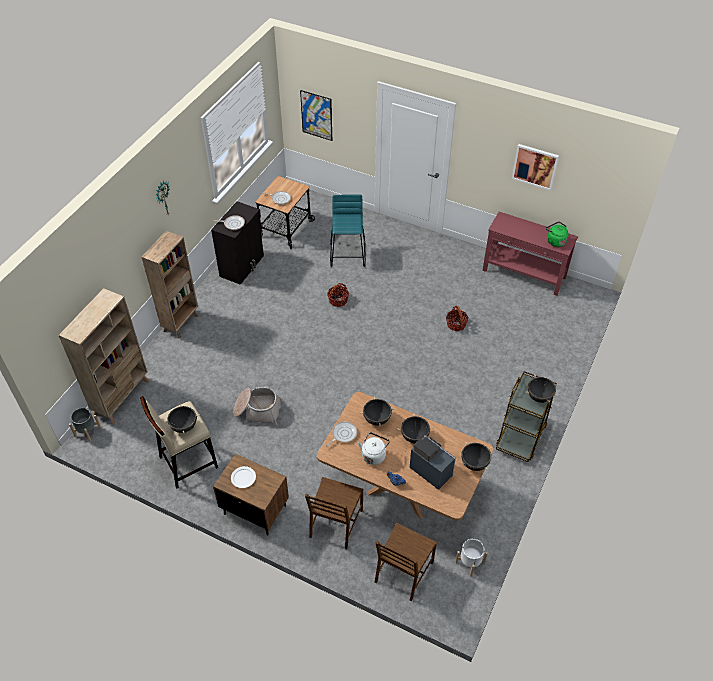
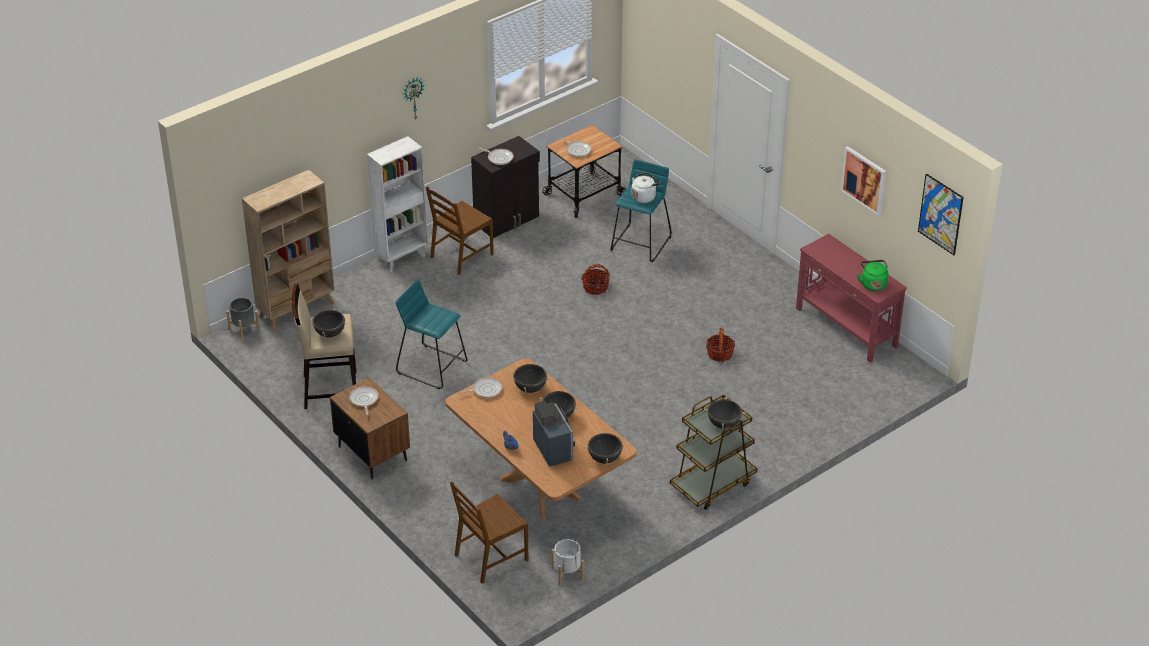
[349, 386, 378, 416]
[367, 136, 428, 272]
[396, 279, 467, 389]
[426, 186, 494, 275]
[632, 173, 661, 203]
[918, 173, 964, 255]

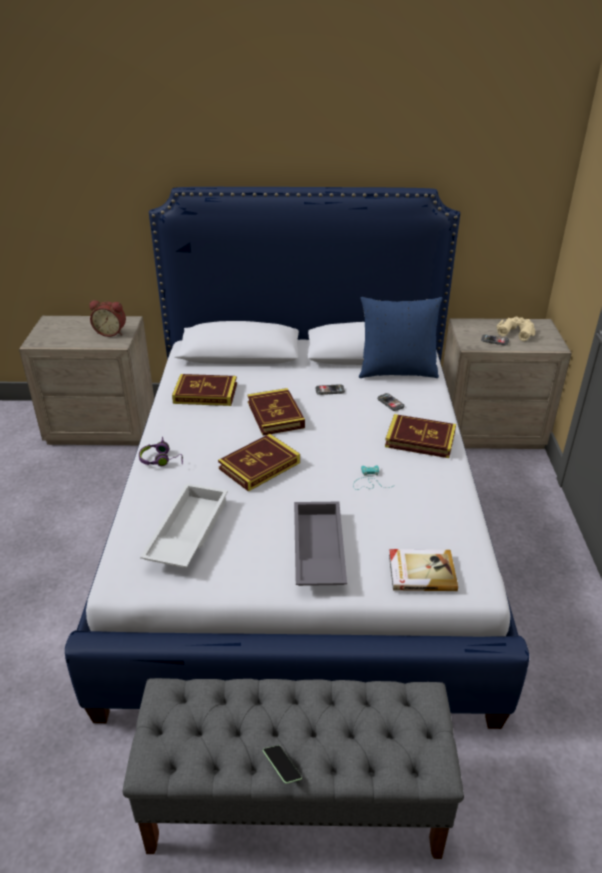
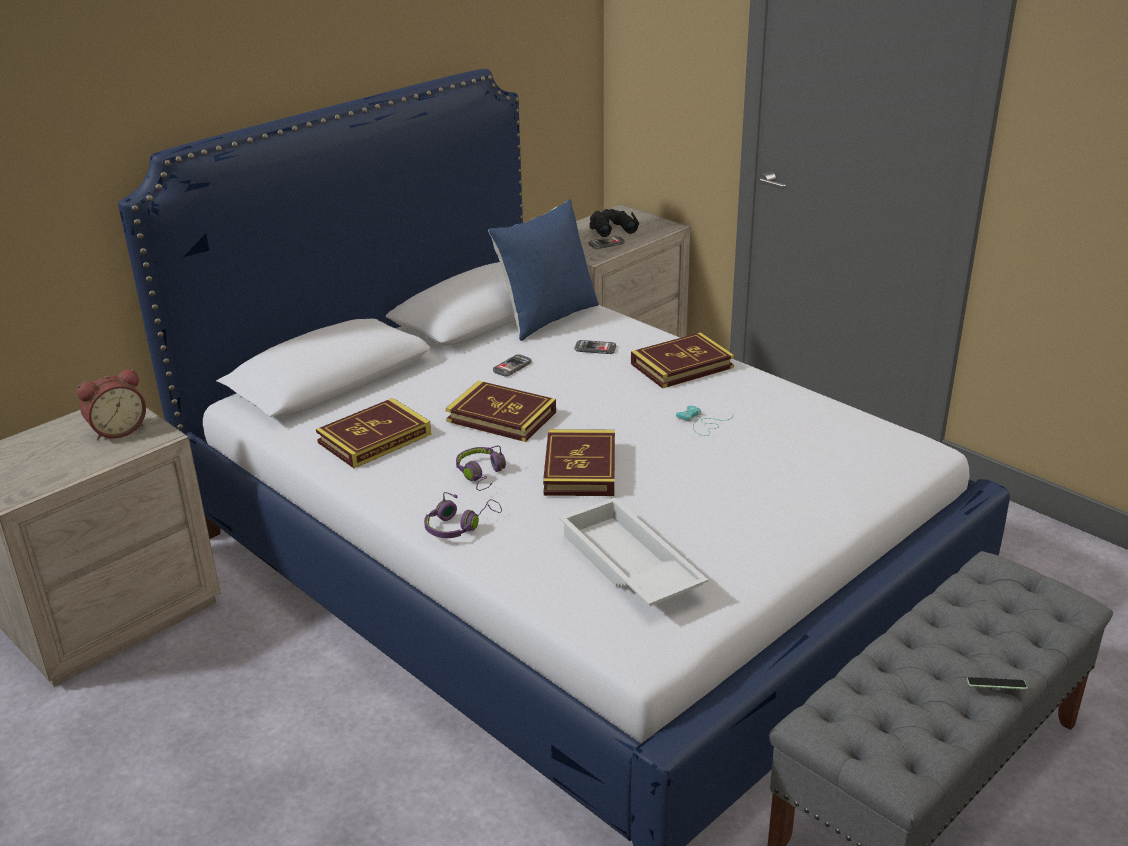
[456, 446, 506, 491]
[589, 209, 639, 237]
[294, 502, 347, 586] (first image)
[389, 549, 458, 591] (first image)

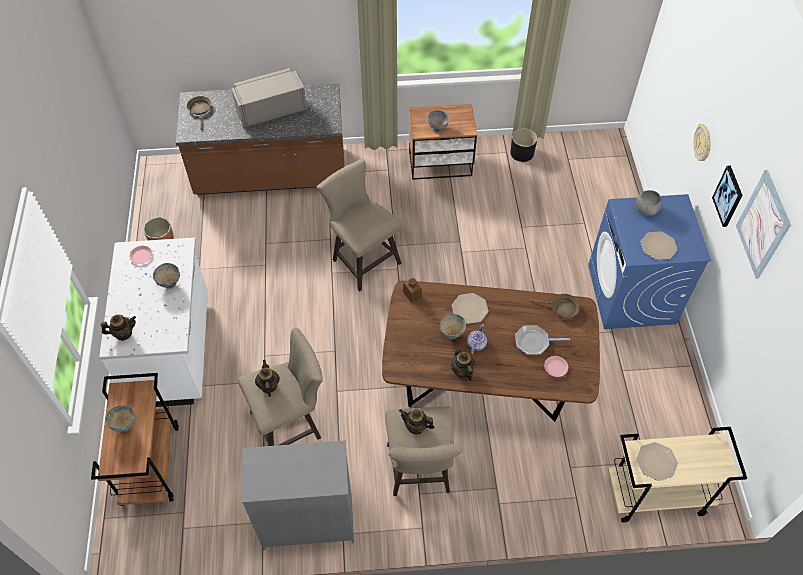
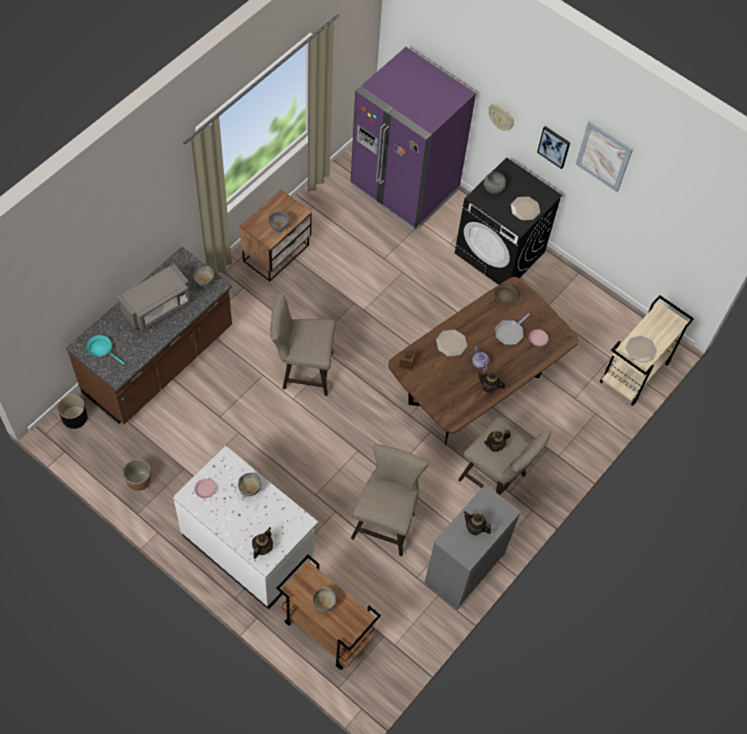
[57, 395, 88, 429]
[87, 335, 125, 365]
[118, 264, 191, 332]
[193, 265, 214, 287]
[351, 47, 476, 231]
[455, 157, 562, 285]
[463, 511, 491, 535]

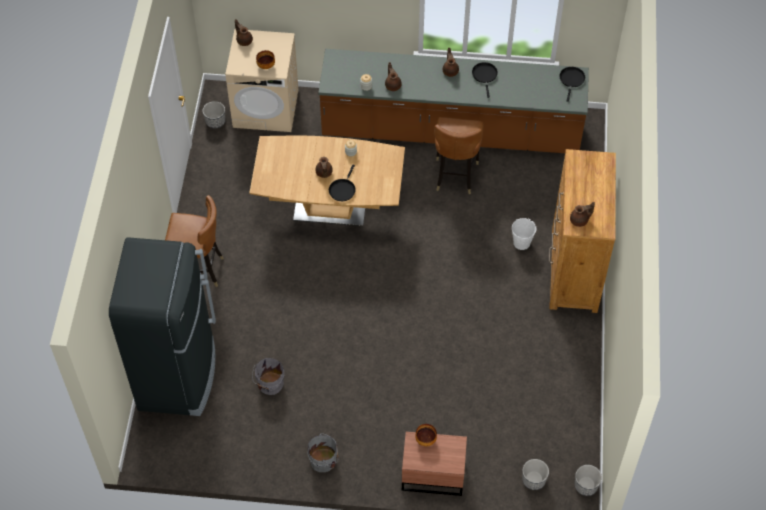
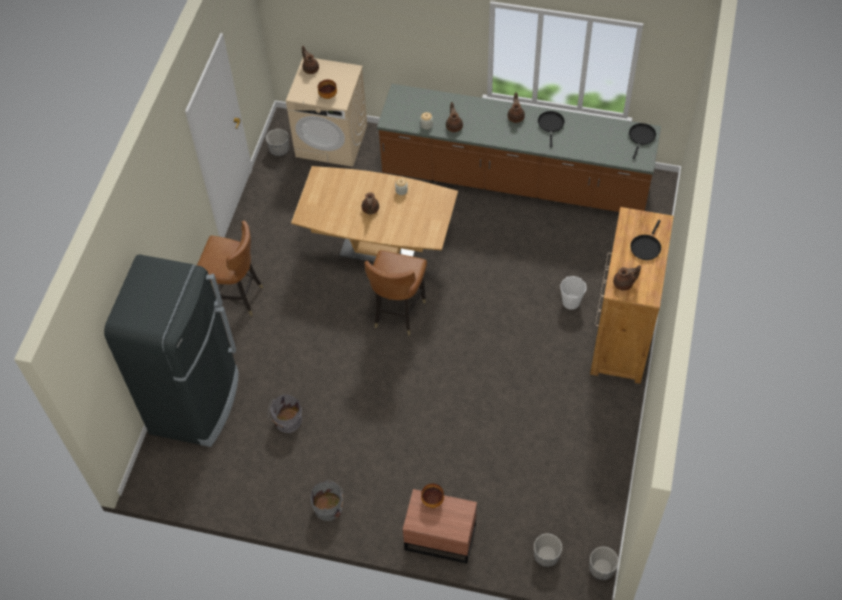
[364, 250, 427, 335]
[630, 220, 661, 260]

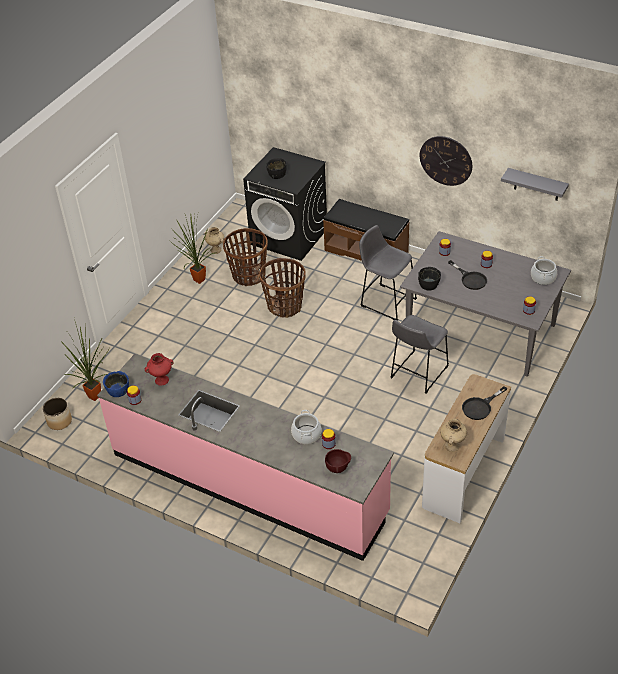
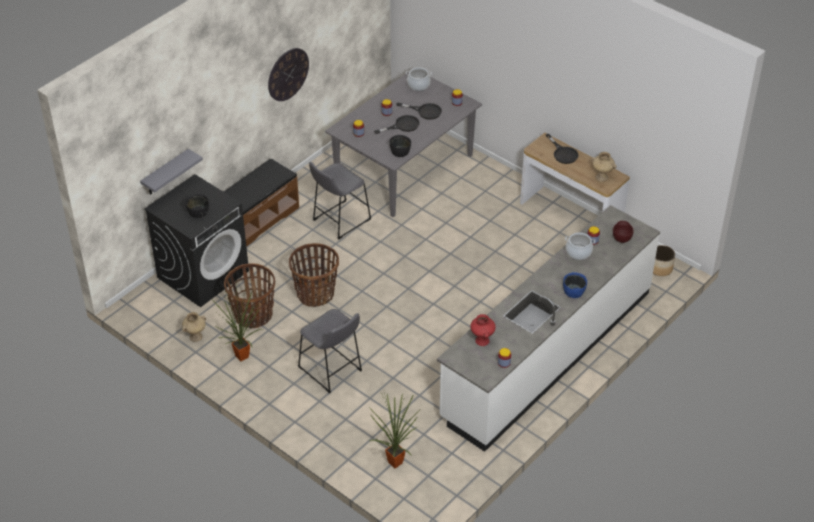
[140, 149, 203, 195]
[298, 309, 362, 393]
[396, 102, 442, 120]
[437, 205, 660, 452]
[563, 272, 587, 298]
[653, 245, 675, 276]

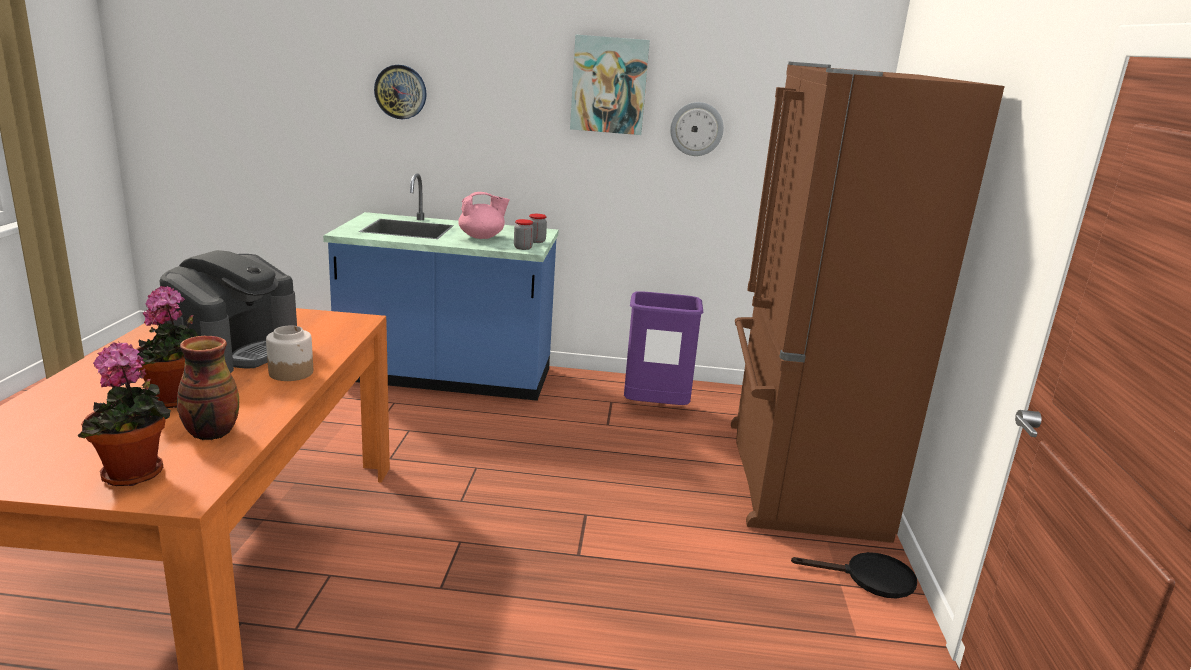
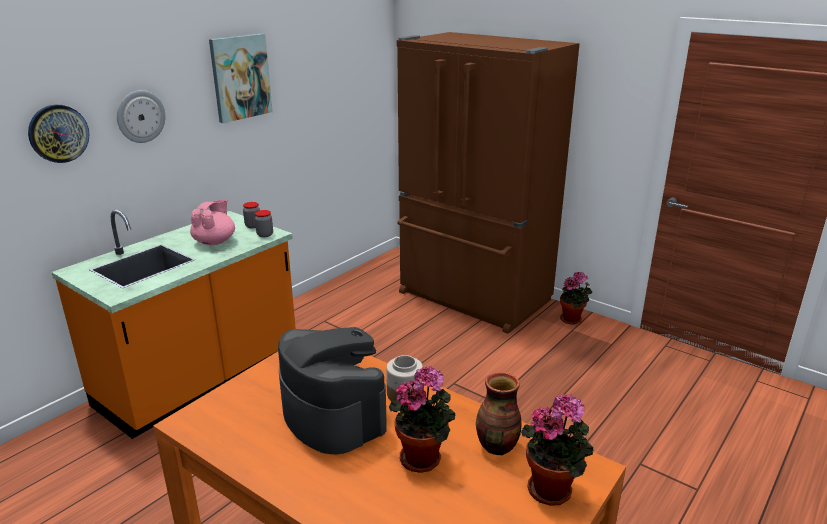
[52, 210, 296, 439]
[117, 90, 166, 143]
[560, 272, 592, 324]
[624, 291, 704, 405] (first image)

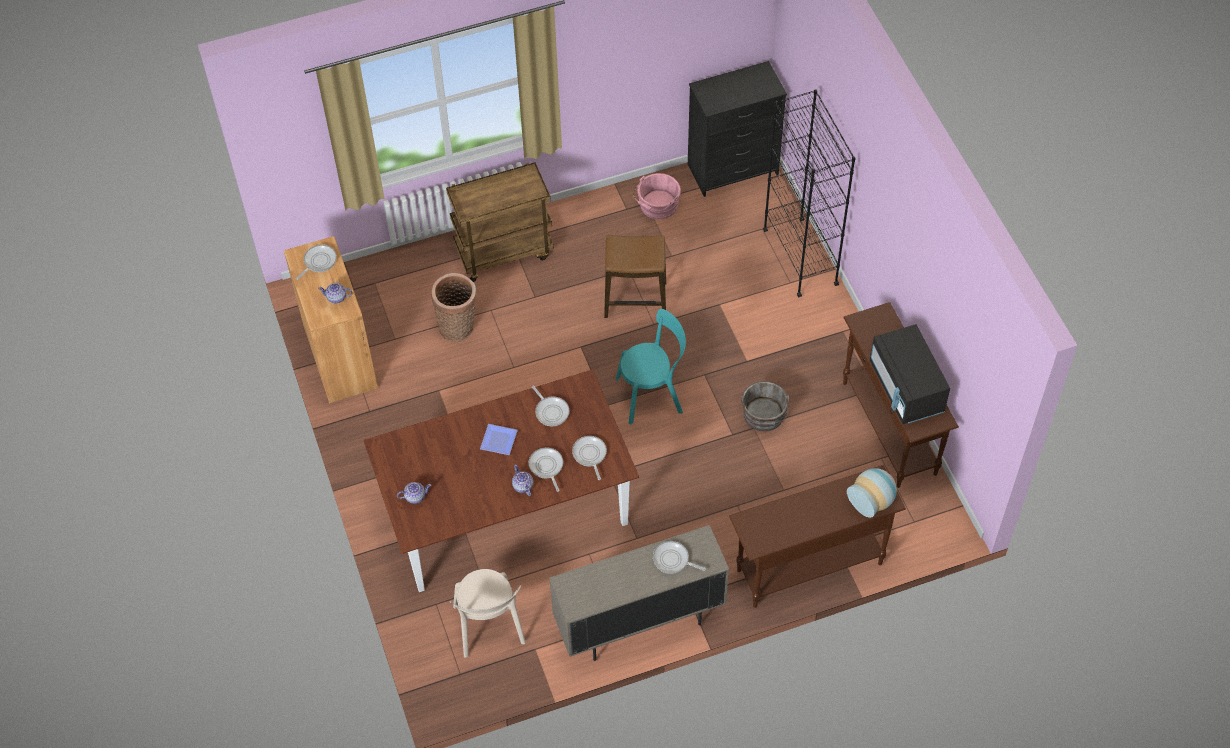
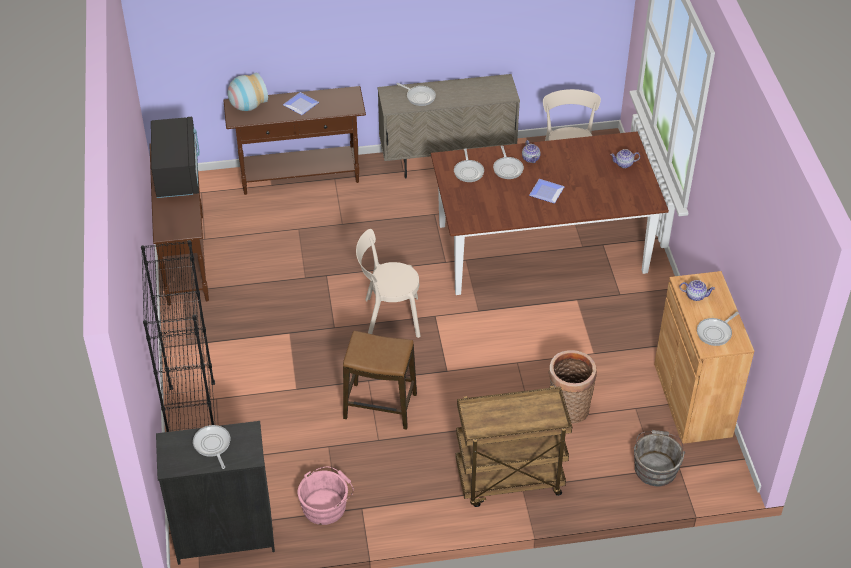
[193, 425, 230, 469]
[283, 92, 319, 115]
[356, 229, 420, 338]
[634, 430, 685, 486]

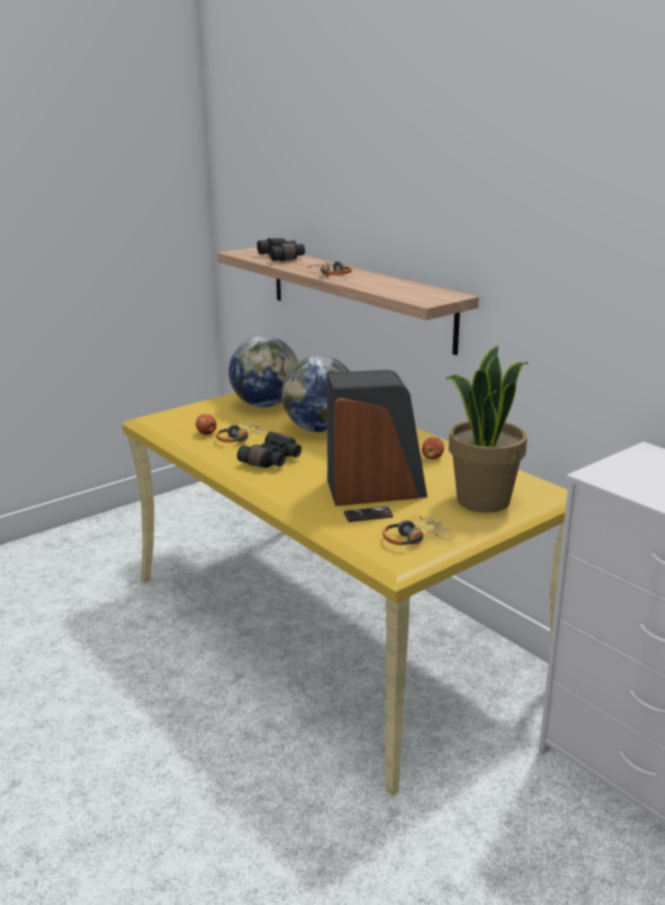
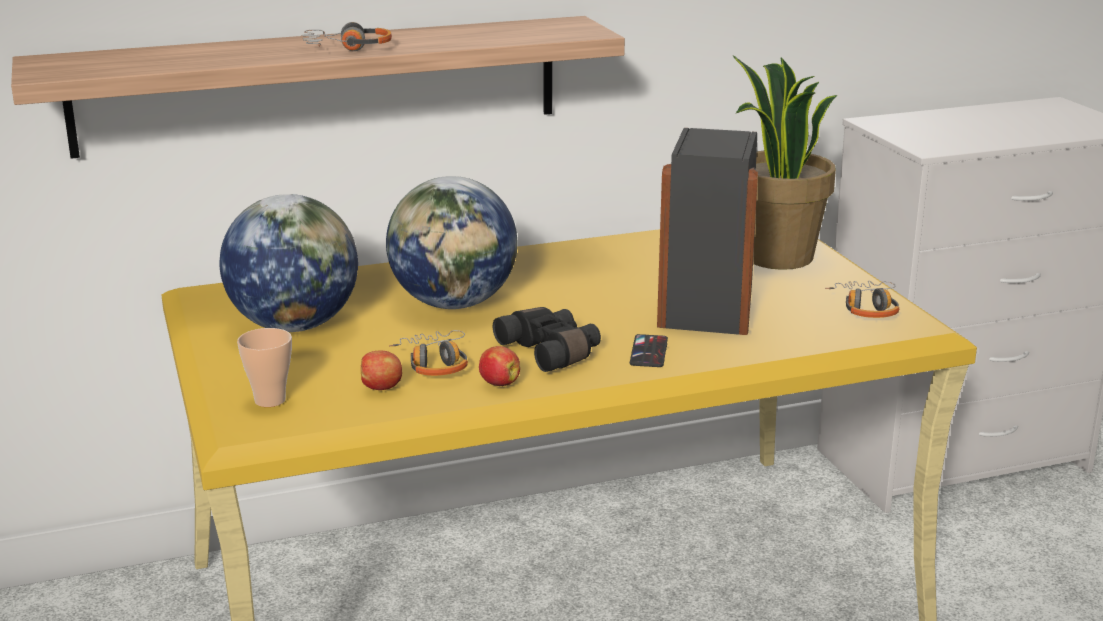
[237, 328, 292, 407]
[479, 346, 520, 386]
[630, 334, 668, 367]
[257, 238, 305, 262] (first image)

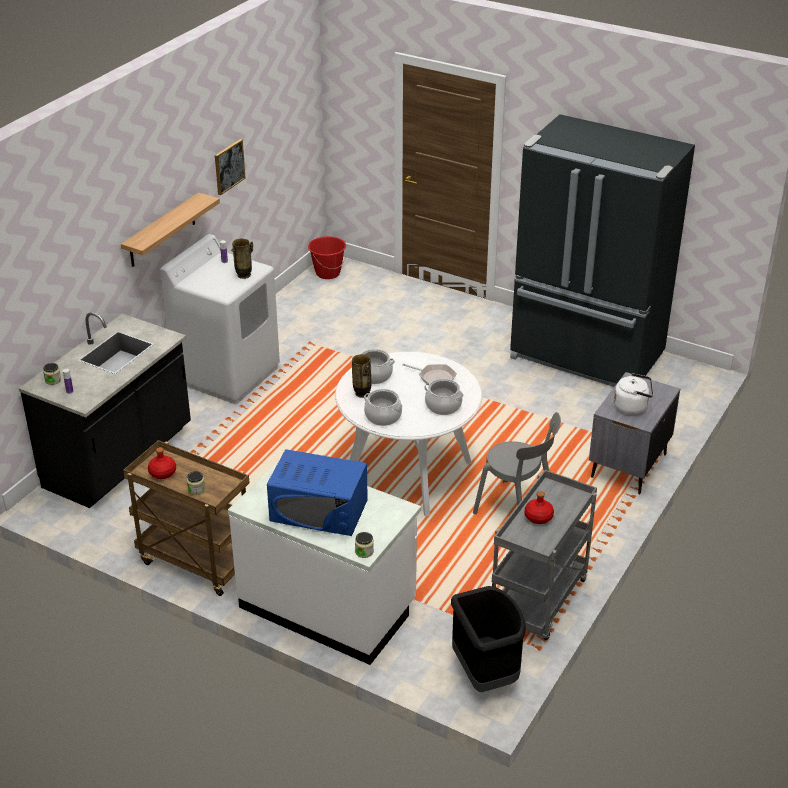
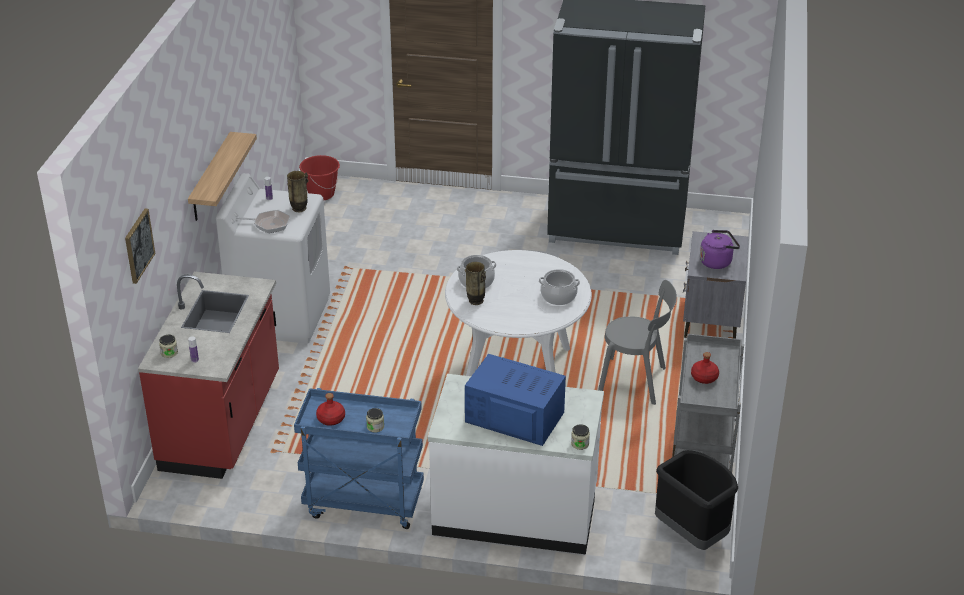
[125, 209, 155, 284]
[138, 272, 279, 479]
[235, 210, 290, 233]
[294, 388, 424, 529]
[465, 354, 566, 446]
[700, 230, 740, 269]
[364, 389, 403, 426] (first image)

